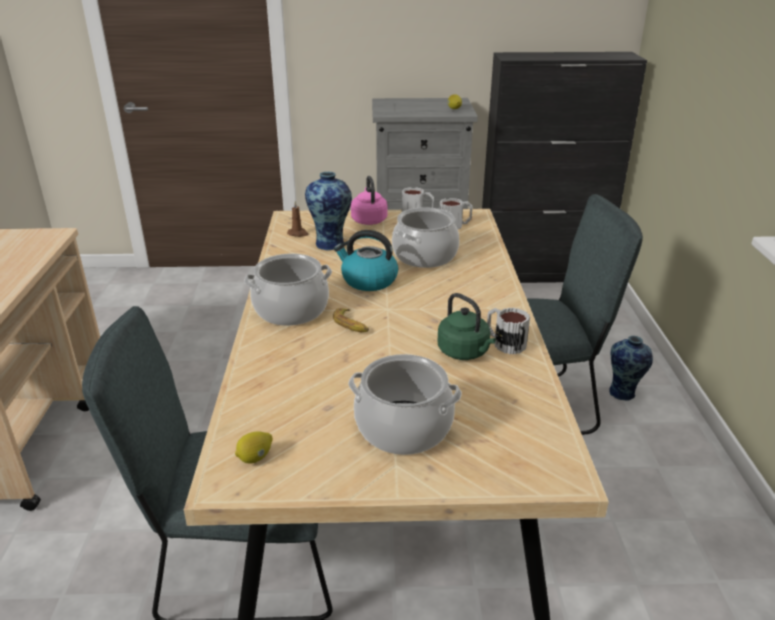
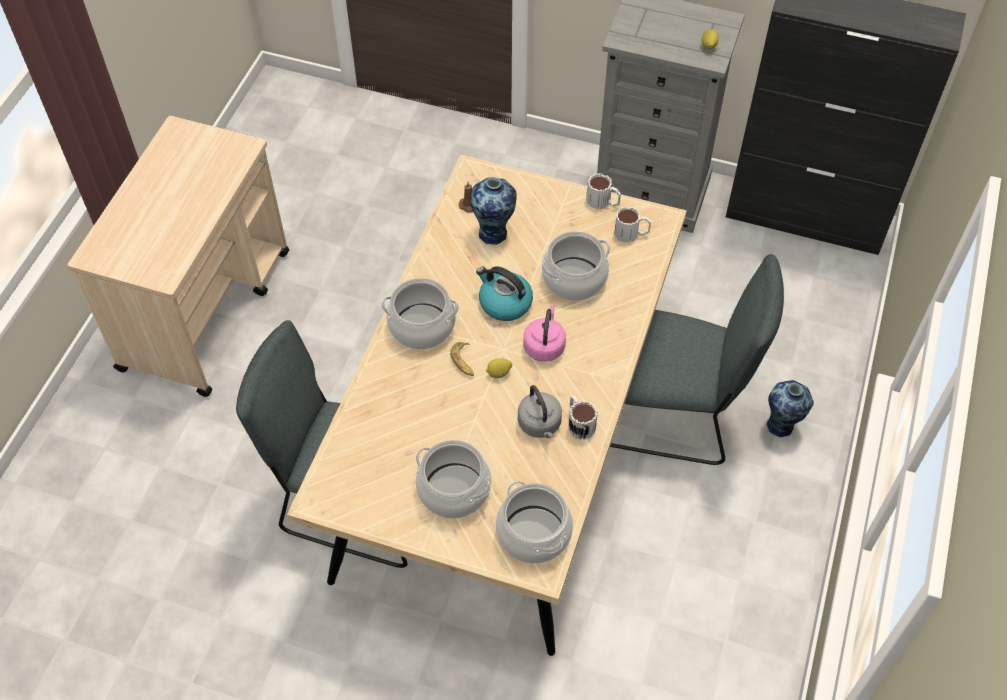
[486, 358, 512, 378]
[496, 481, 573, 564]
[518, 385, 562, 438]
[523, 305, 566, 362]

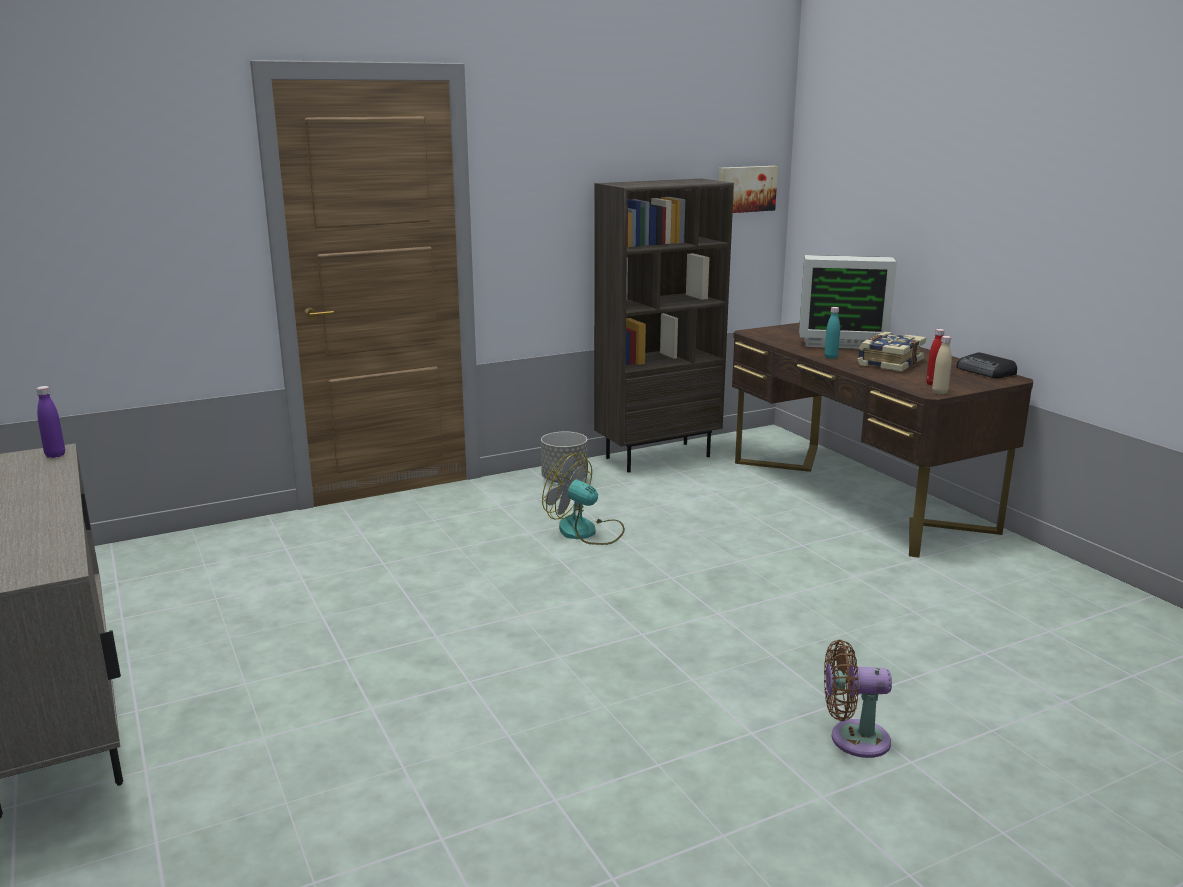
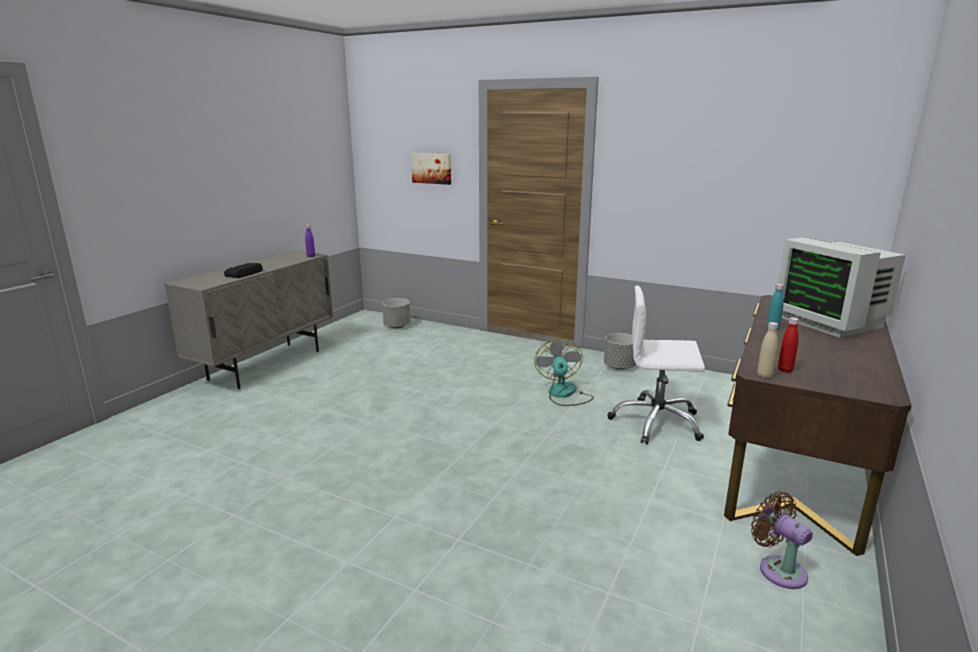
[224, 263, 263, 278]
[382, 298, 411, 328]
[411, 153, 451, 185]
[607, 285, 705, 444]
[751, 492, 813, 589]
[594, 179, 734, 472] (first image)
[857, 332, 926, 372] (first image)

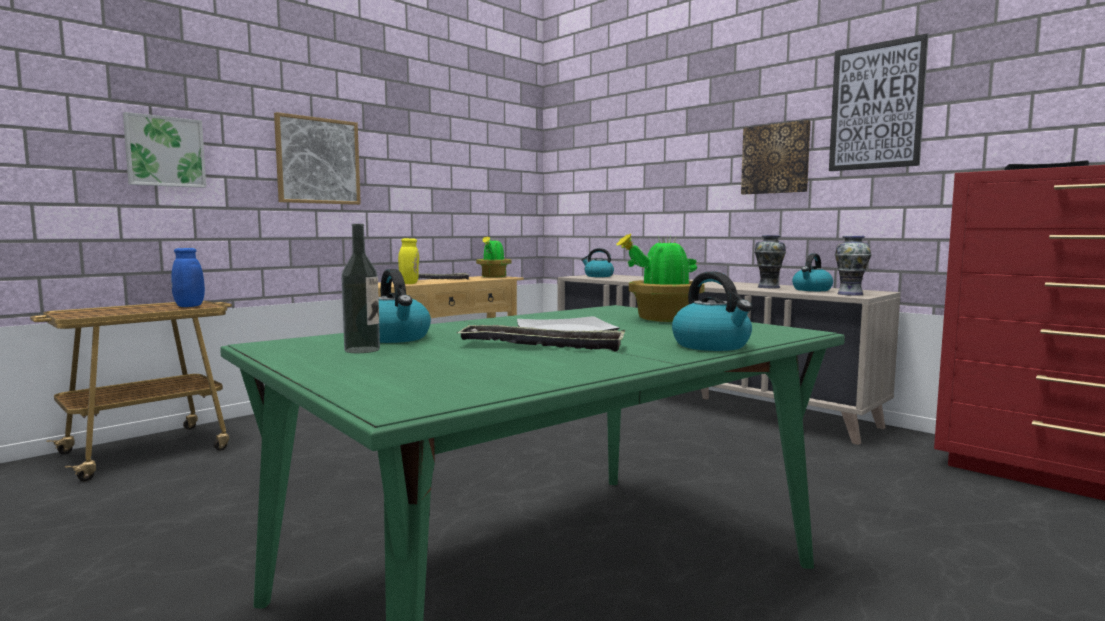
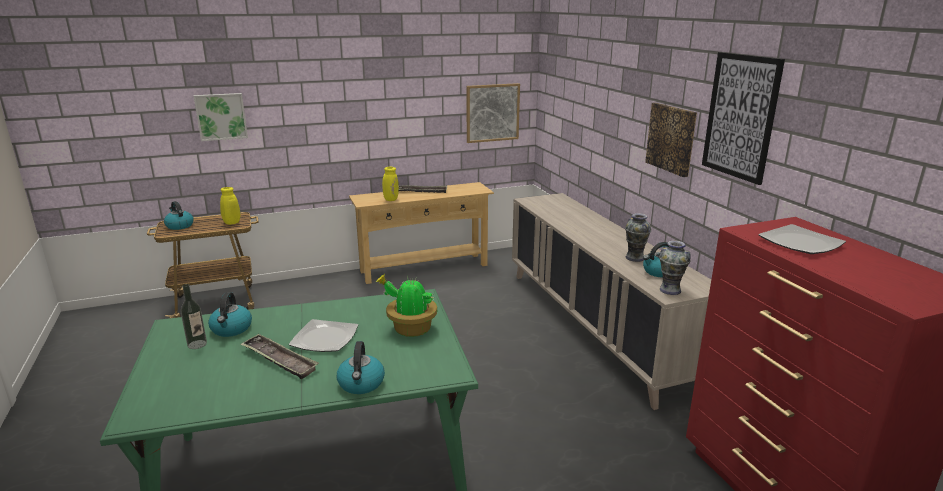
[164, 201, 194, 230]
[220, 187, 240, 225]
[467, 83, 520, 143]
[476, 236, 512, 277] (first image)

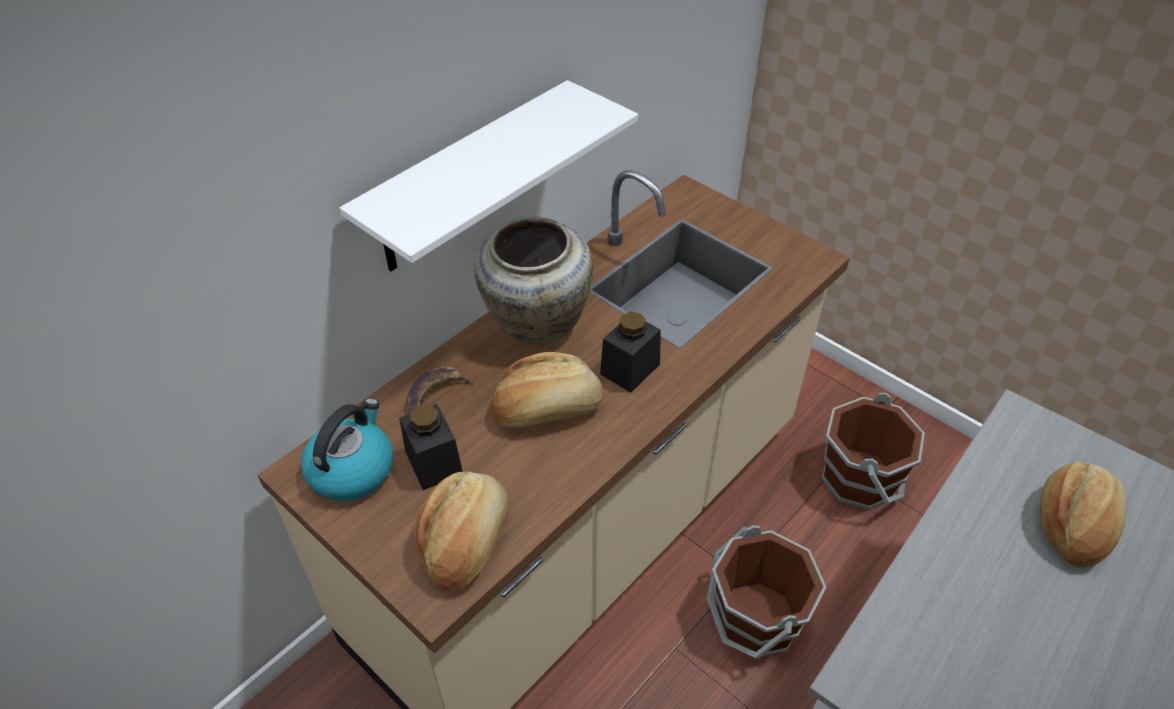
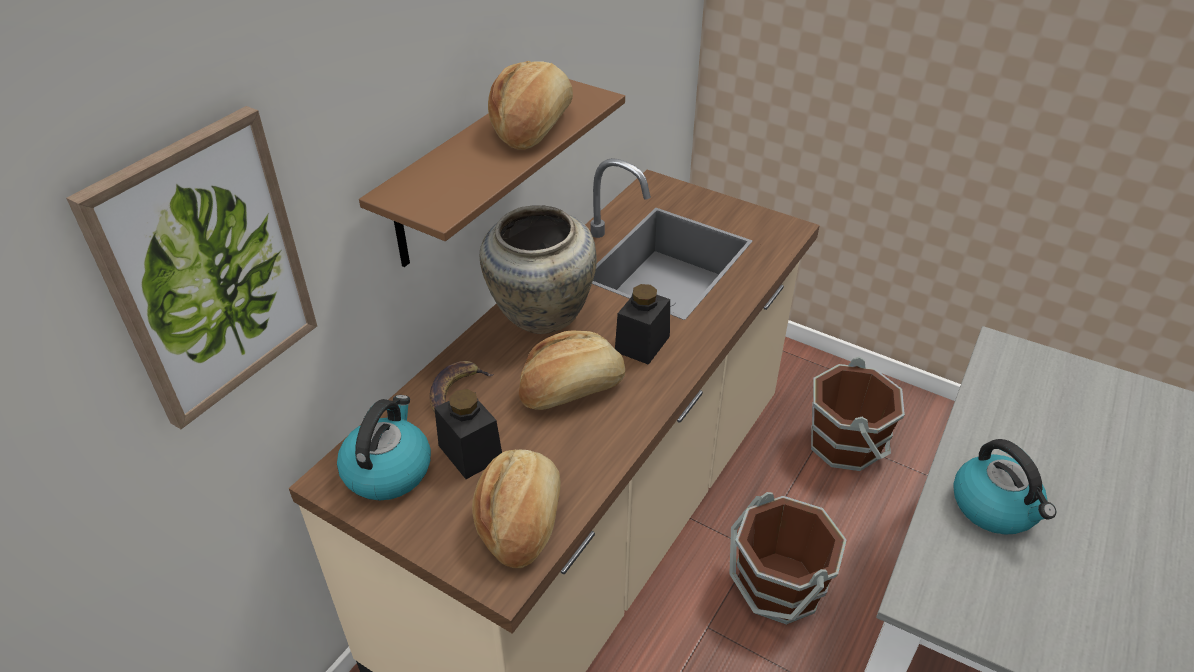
[66, 106, 317, 429]
[359, 79, 625, 267]
[488, 61, 573, 150]
[953, 439, 1056, 534]

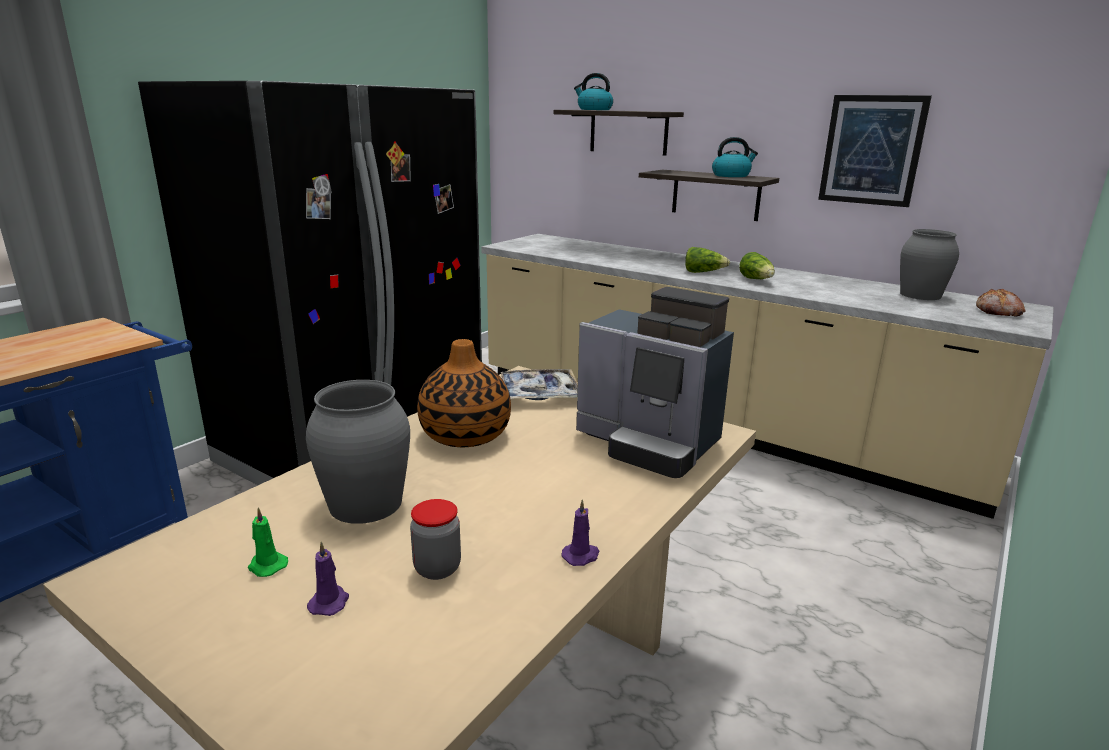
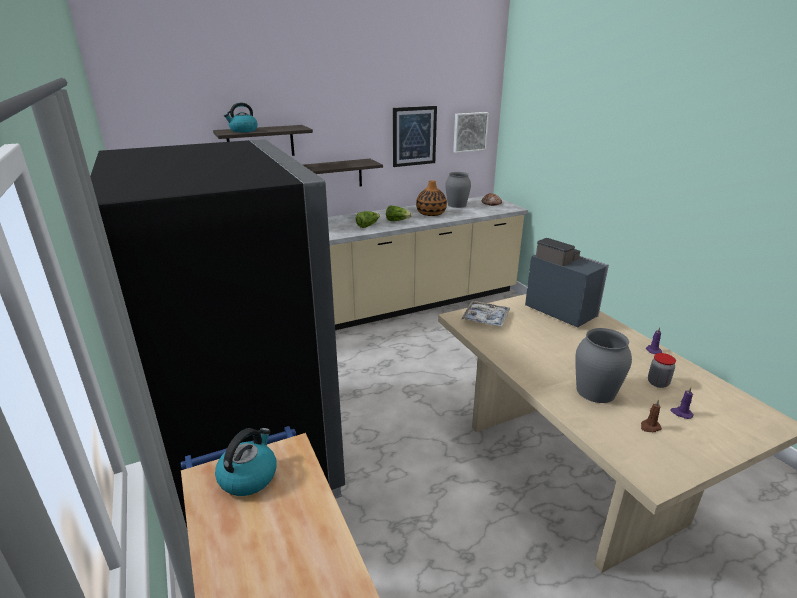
[215, 428, 277, 496]
[416, 180, 447, 216]
[453, 112, 489, 153]
[525, 238, 609, 327]
[641, 399, 662, 432]

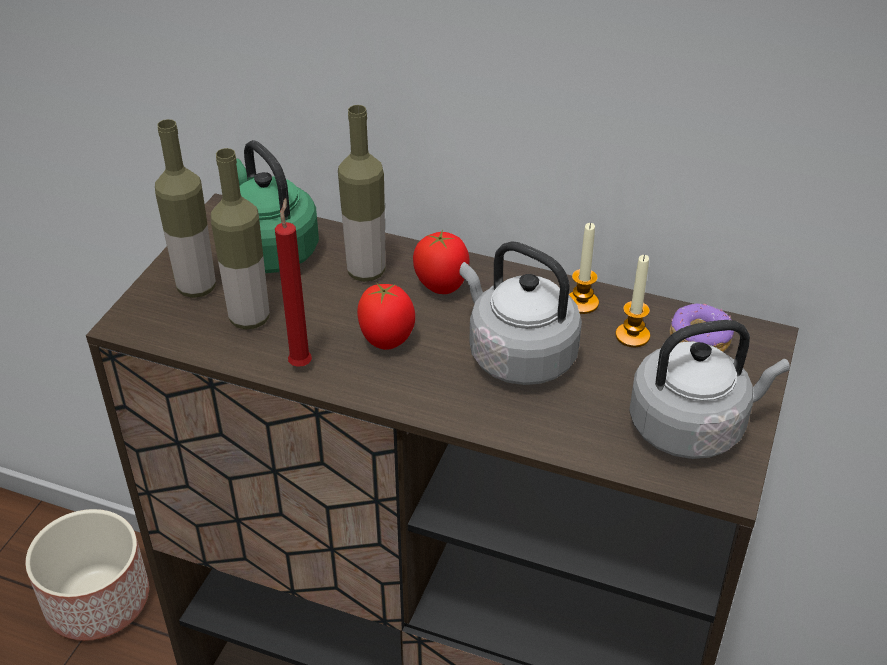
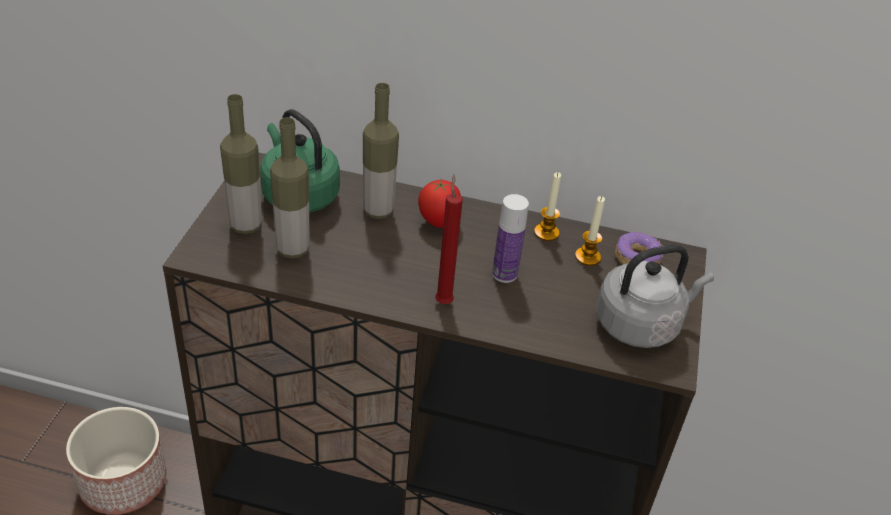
[435, 175, 463, 304]
[492, 194, 529, 283]
[357, 283, 415, 350] (first image)

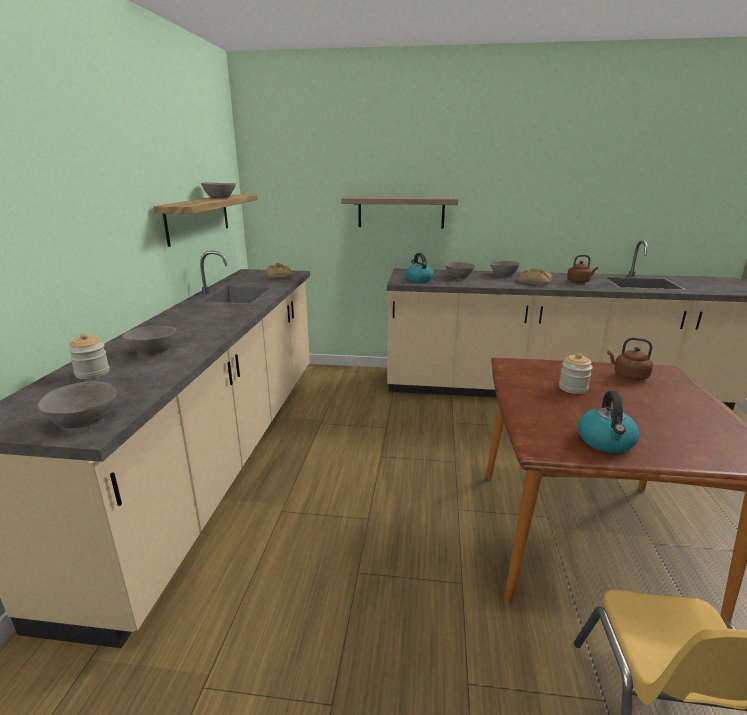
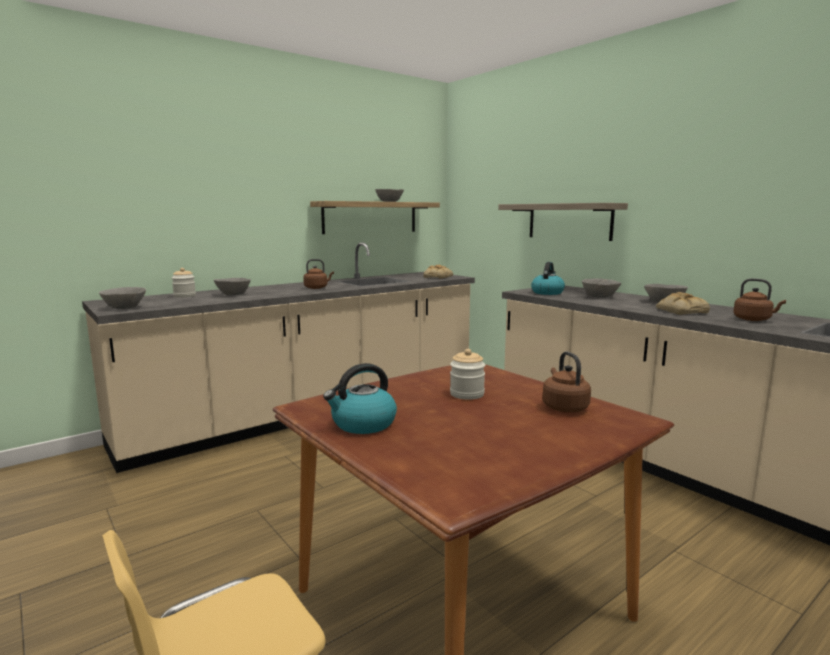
[303, 259, 334, 289]

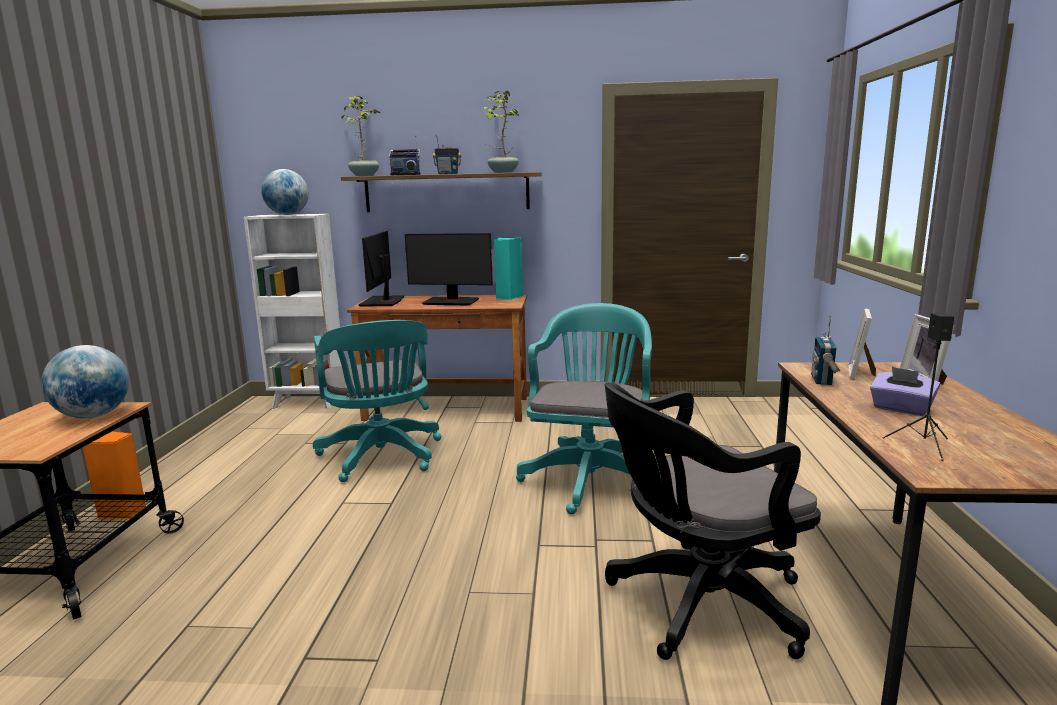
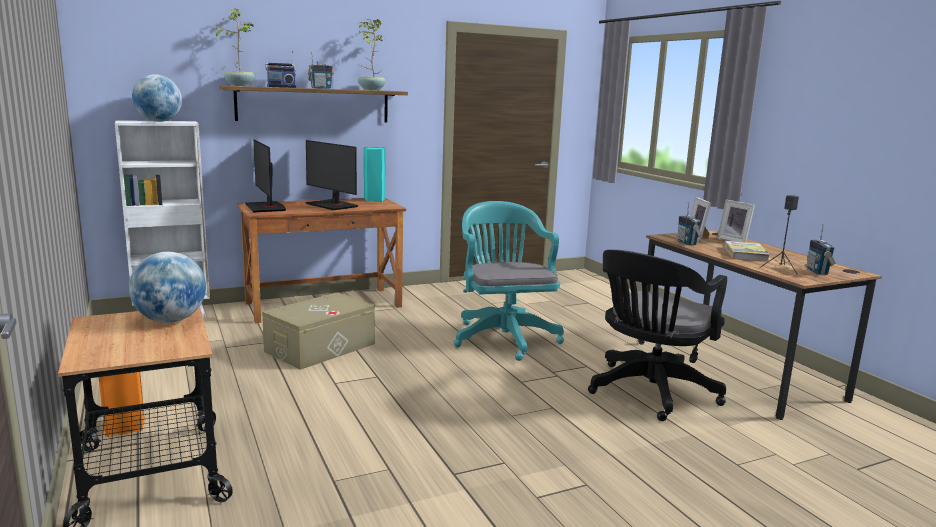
[262, 292, 375, 370]
[306, 140, 359, 210]
[724, 240, 770, 262]
[807, 224, 836, 275]

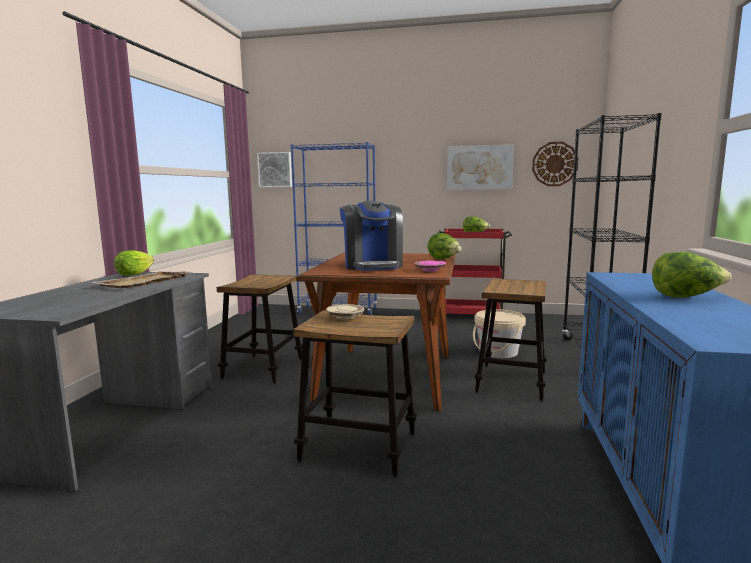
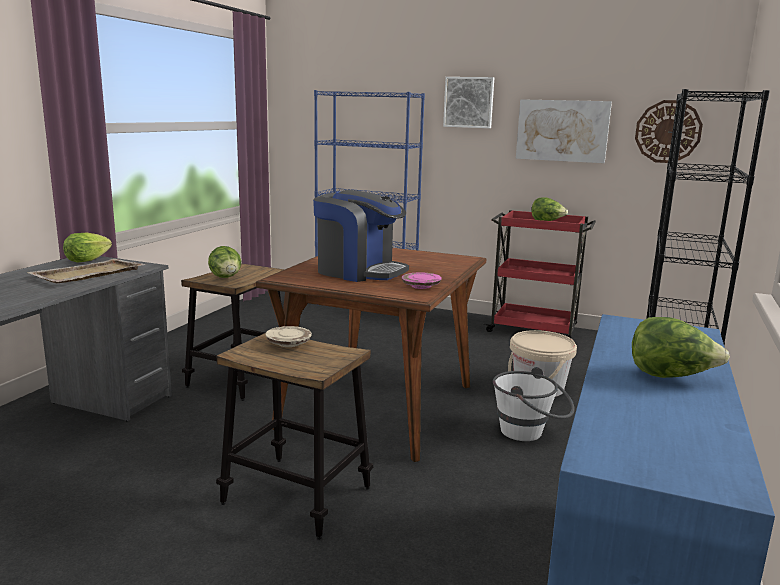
[208, 246, 241, 278]
[313, 190, 409, 282]
[443, 77, 494, 128]
[493, 367, 575, 441]

